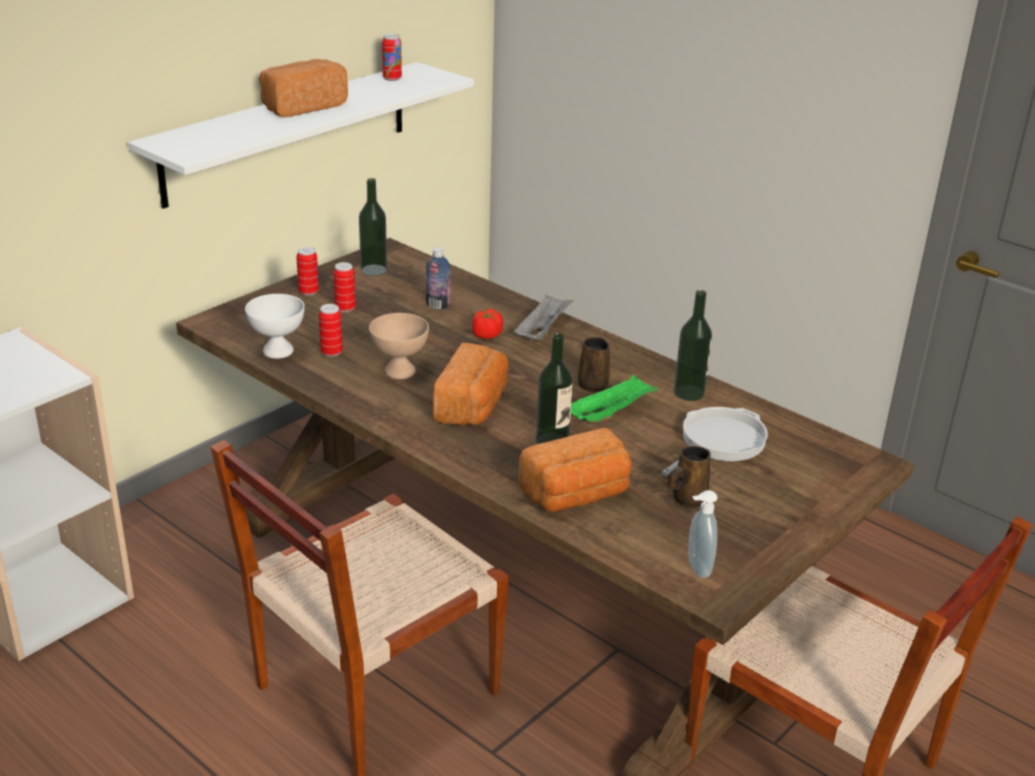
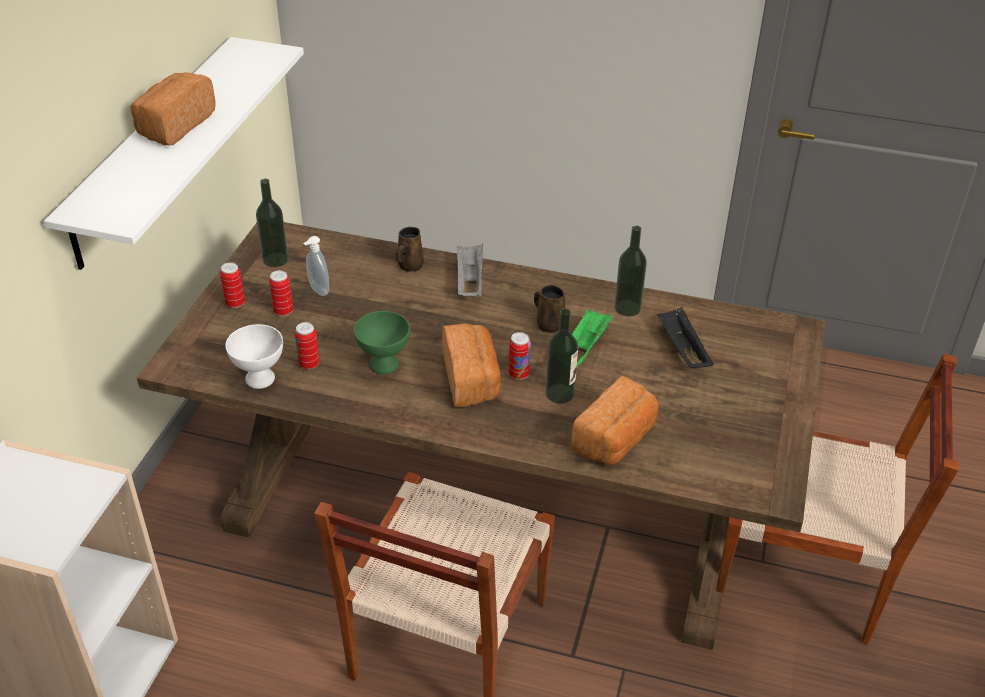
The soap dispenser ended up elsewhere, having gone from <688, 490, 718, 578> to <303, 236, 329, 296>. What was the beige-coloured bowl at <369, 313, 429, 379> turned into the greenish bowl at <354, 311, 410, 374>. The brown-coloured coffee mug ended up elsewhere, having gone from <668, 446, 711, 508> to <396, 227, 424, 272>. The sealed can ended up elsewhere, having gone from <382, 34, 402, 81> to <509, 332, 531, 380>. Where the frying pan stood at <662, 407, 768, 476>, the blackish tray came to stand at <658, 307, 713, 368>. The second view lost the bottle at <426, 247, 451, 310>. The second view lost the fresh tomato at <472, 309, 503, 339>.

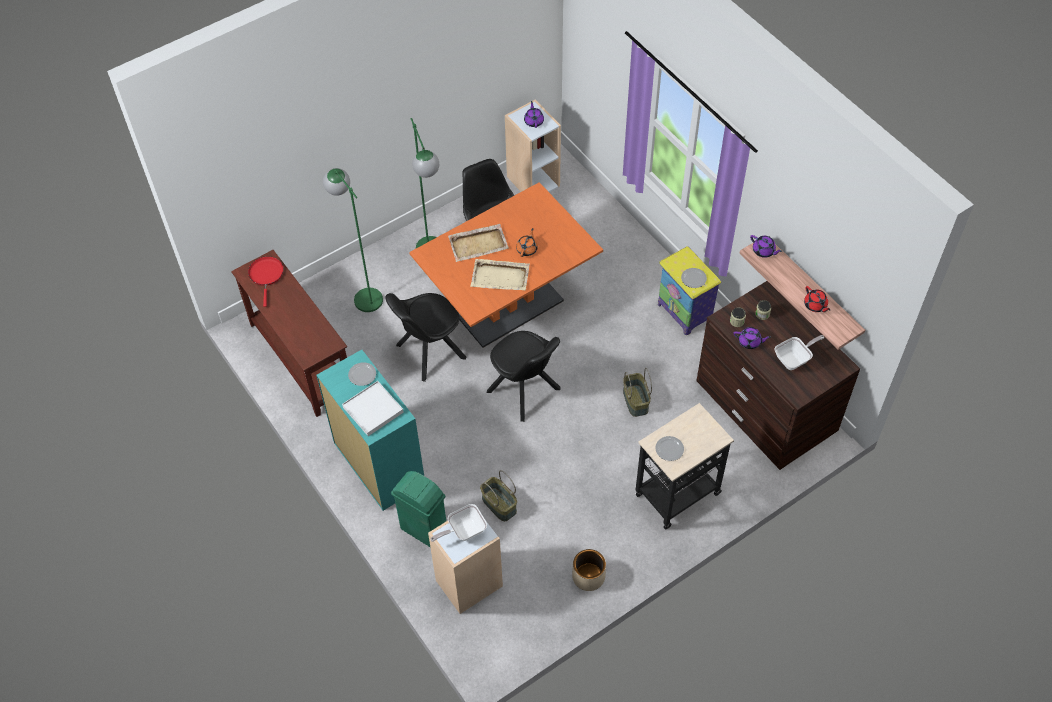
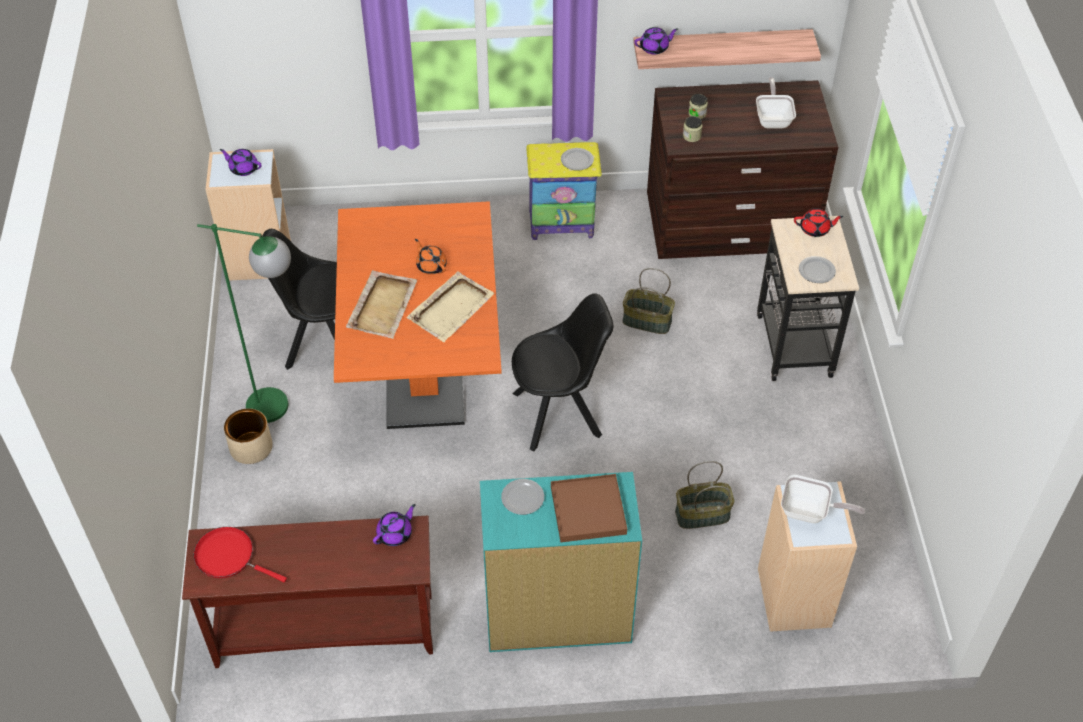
The beige-coloured flower pot ended up elsewhere, having gone from <572, 549, 606, 591> to <224, 408, 273, 464>. The purplish tea pot ended up elsewhere, having gone from <733, 327, 771, 349> to <373, 504, 416, 546>. What was the whitish tray at <342, 381, 404, 436> turned into the brown-coloured tray at <551, 474, 627, 542>. The frying pan at <430, 504, 487, 542> ended up facing another way, 75 degrees counterclockwise from before. The red-coloured tea pot ended up elsewhere, having gone from <804, 286, 830, 312> to <794, 208, 844, 237>. The second view lost the greenish standard lamp at <323, 168, 383, 312>. The second view lost the blackish chair at <385, 293, 466, 382>. The second view lost the greenish trash can at <391, 471, 446, 547>.

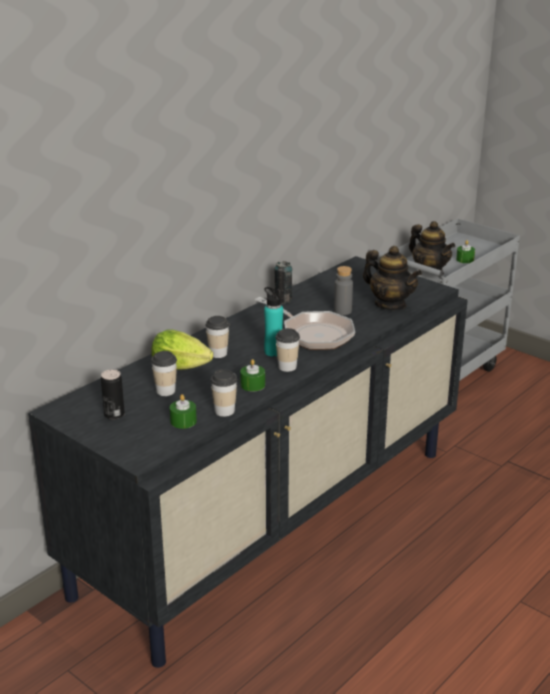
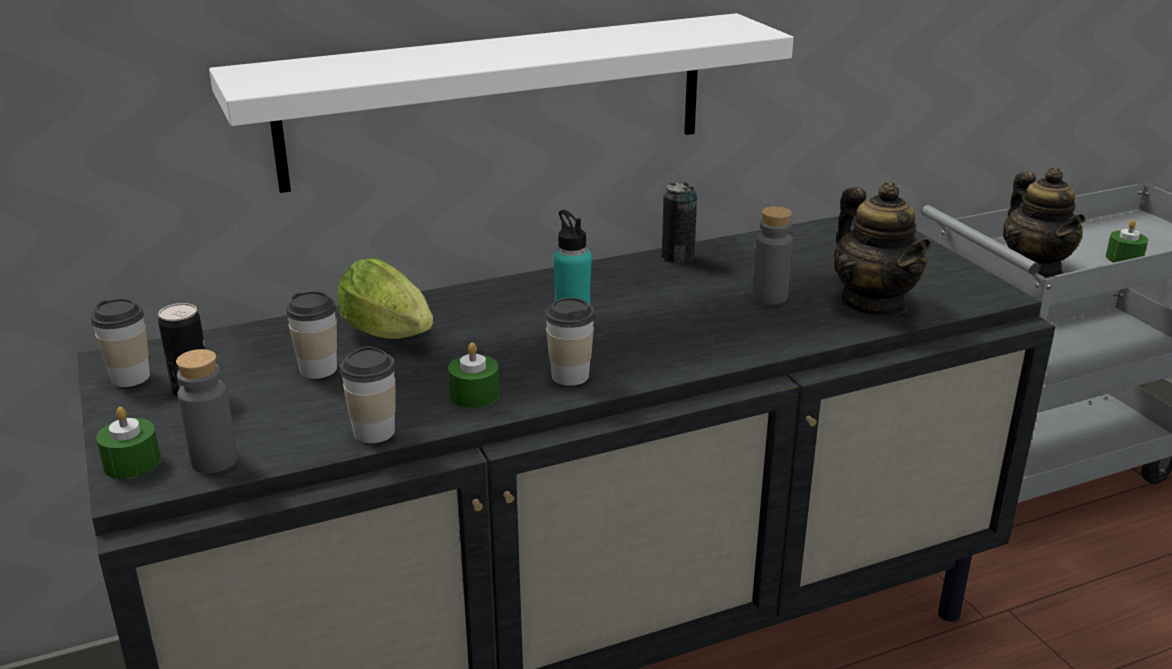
The drinking cup ended up elsewhere, having gone from <205, 316, 229, 358> to <91, 299, 150, 387>. The greenish wax candle ended up elsewhere, having gone from <170, 394, 197, 429> to <96, 407, 161, 479>. The second view gained the grey bottle at <176, 349, 238, 474>. The second view gained the whitish bracket shelf at <209, 13, 794, 193>. The second view lost the frying pan at <255, 297, 355, 350>.

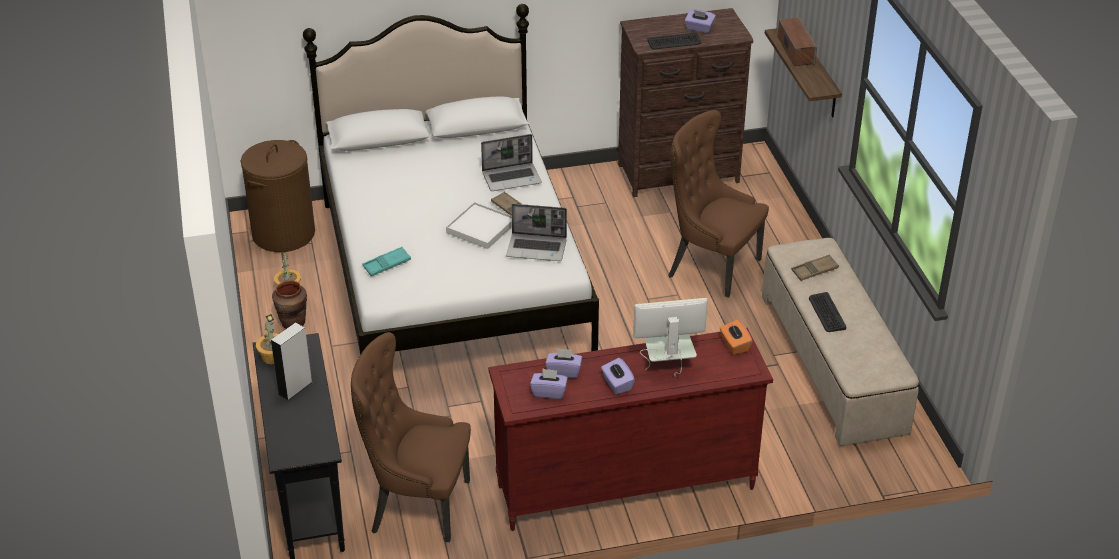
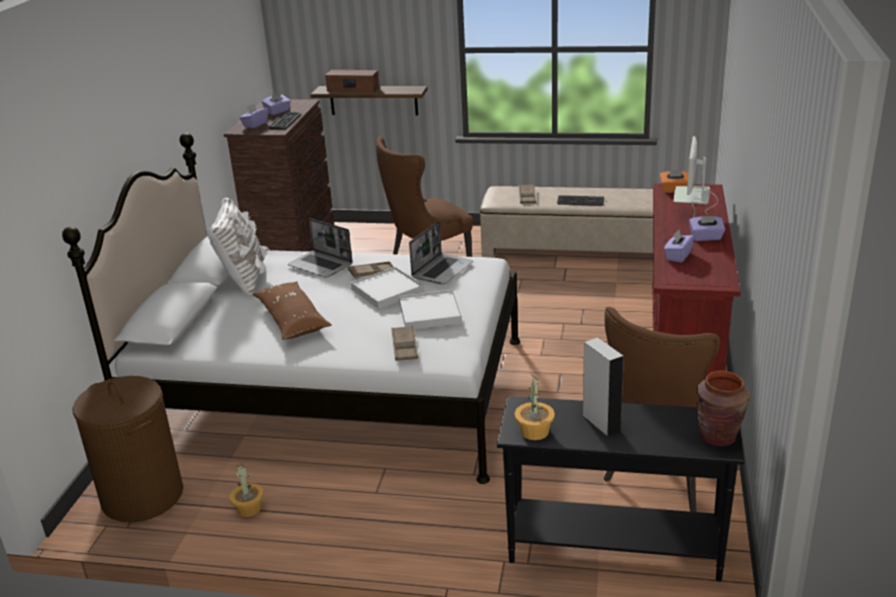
The second view gained the whitish throw pillow at <208, 198, 268, 296>. The purplish tissue holder ended up elsewhere, having gone from <530, 368, 568, 399> to <240, 103, 268, 128>. The second view gained the brown-coloured throw pillow at <253, 282, 332, 340>. The notebook computer at <481, 134, 542, 191> ended up facing another way, 120 degrees clockwise from before. What was the turquoise tray at <363, 247, 411, 276> turned into the brown-coloured tray at <391, 326, 418, 361>. The second view gained the whitish tray at <399, 290, 462, 329>. The brown-coloured decorative vase ended up elsewhere, having gone from <272, 280, 307, 329> to <697, 371, 750, 446>.

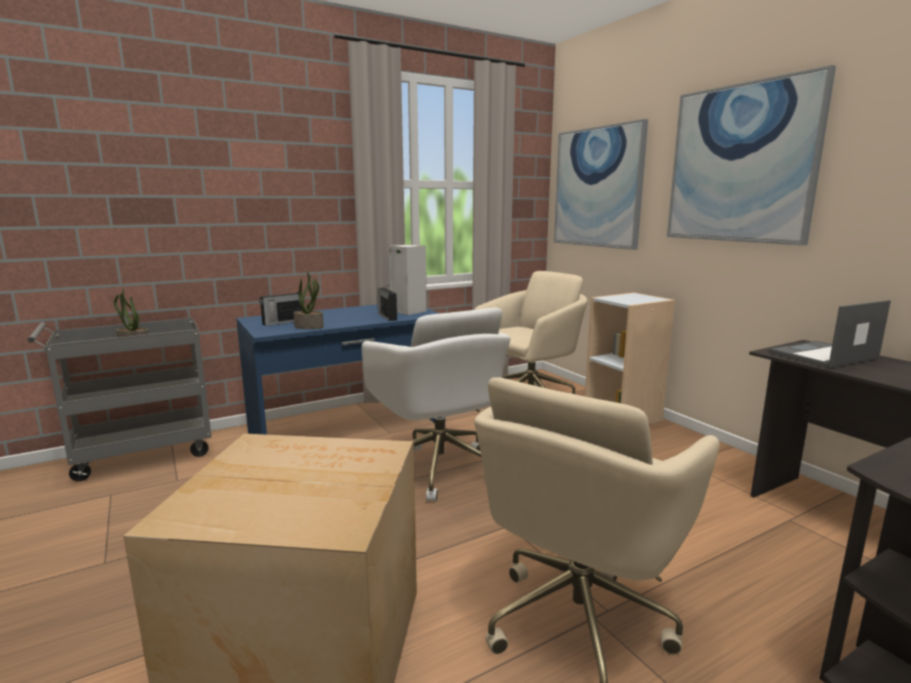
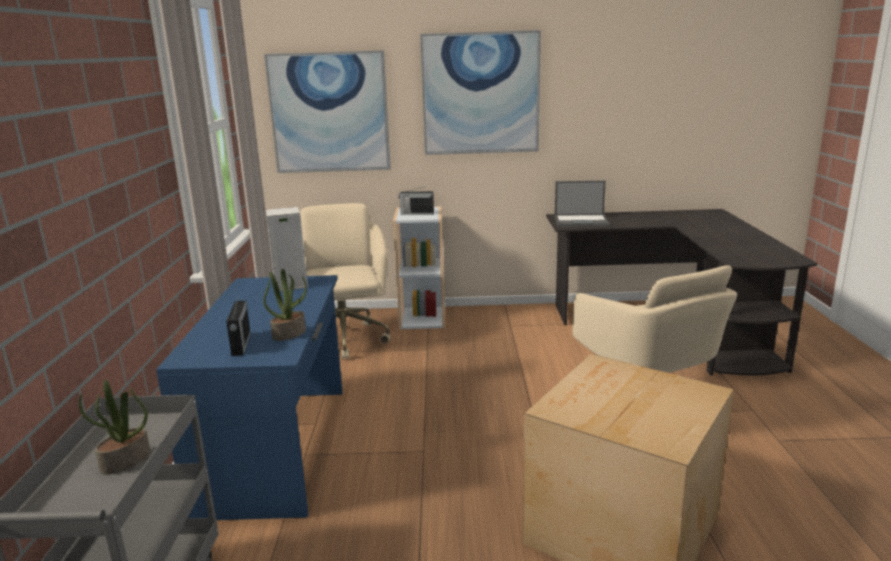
The radio set ended up elsewhere, having gone from <377, 285, 397, 321> to <399, 187, 434, 215>. The notebook computer at <768, 300, 891, 368> ended up facing another way, 90 degrees counterclockwise from before. The second view lost the whitish computer chair at <361, 308, 510, 502>.

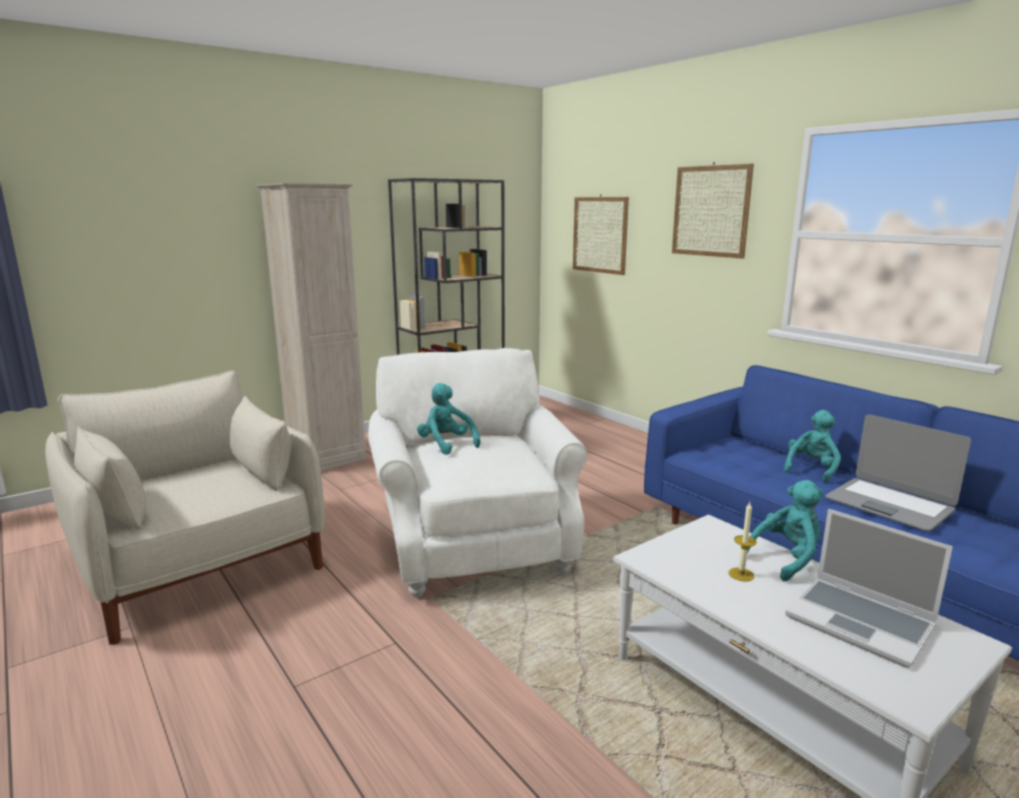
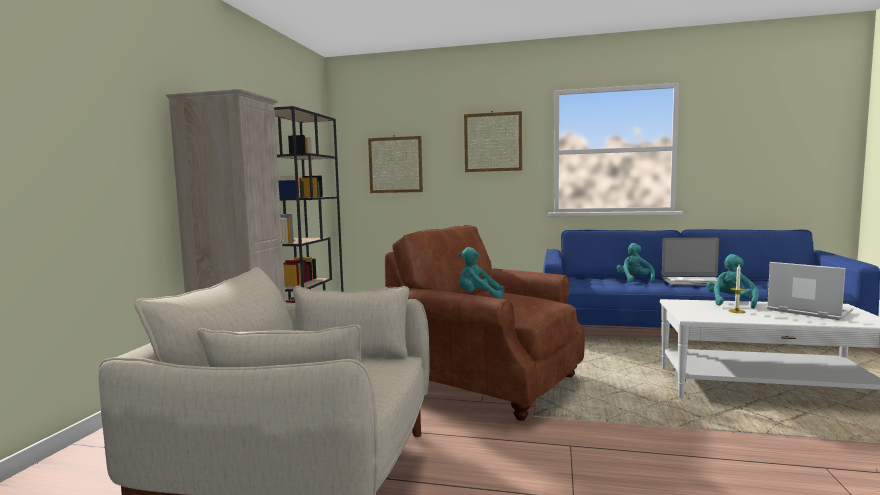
What was the whitish armchair at <368, 348, 587, 597> turned into the brown-coloured armchair at <385, 225, 585, 421>. The notebook computer at <785, 509, 953, 668> ended up facing another way, 135 degrees counterclockwise from before.

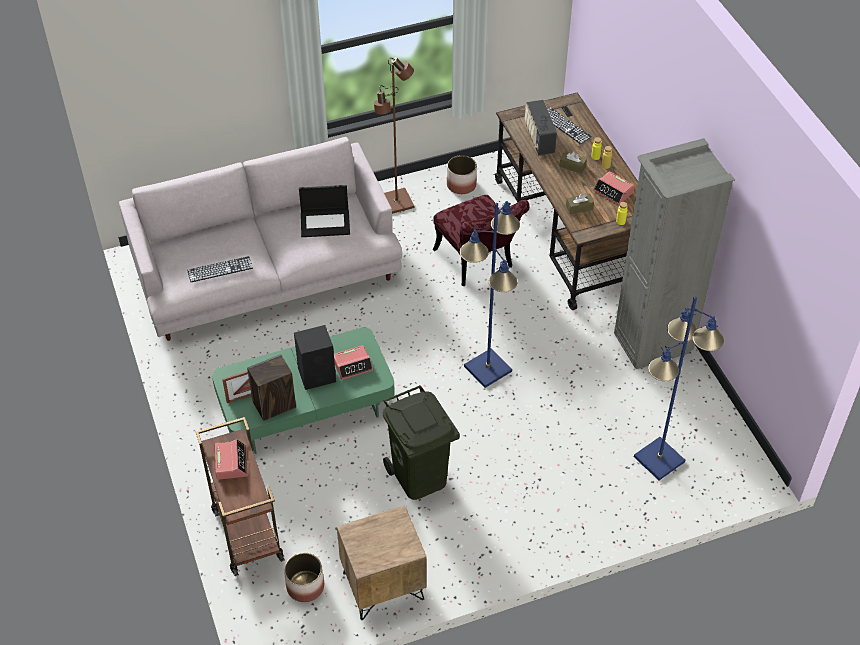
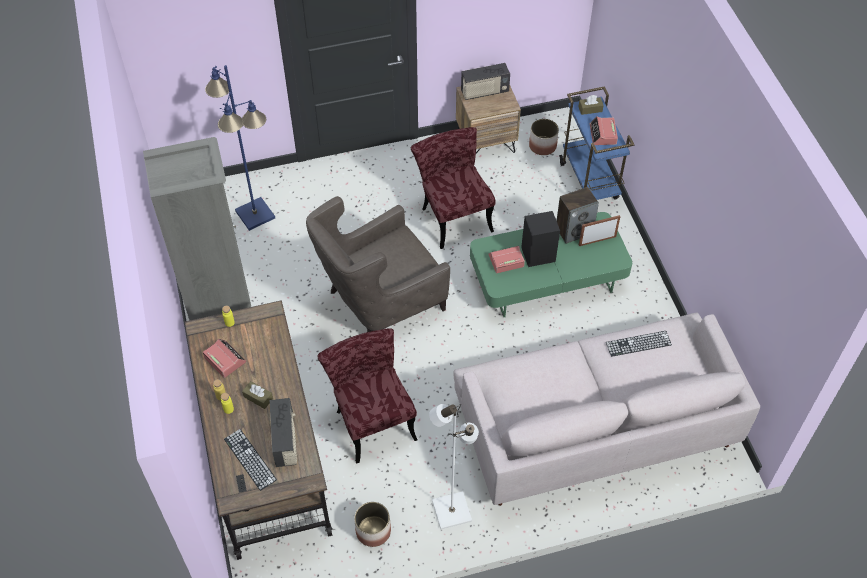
Where the blue-coloured standard lamp stood at <460, 201, 520, 388>, the grey armchair came to stand at <306, 196, 450, 332>. Where the greenish trash can stood at <383, 385, 460, 500>, the red-coloured chair came to stand at <411, 127, 496, 249>. What was the brown-coloured standard lamp at <374, 57, 414, 214> turned into the whitish standard lamp at <429, 404, 479, 529>. The second view gained the radio set at <461, 63, 510, 100>. What was the brown-coloured cart at <195, 417, 285, 576> turned into the blue-coloured cart at <559, 86, 635, 200>. The brown-coloured tissue holder ended up elsewhere, having gone from <566, 193, 594, 214> to <578, 95, 604, 115>. The second view lost the notebook computer at <299, 185, 350, 237>.

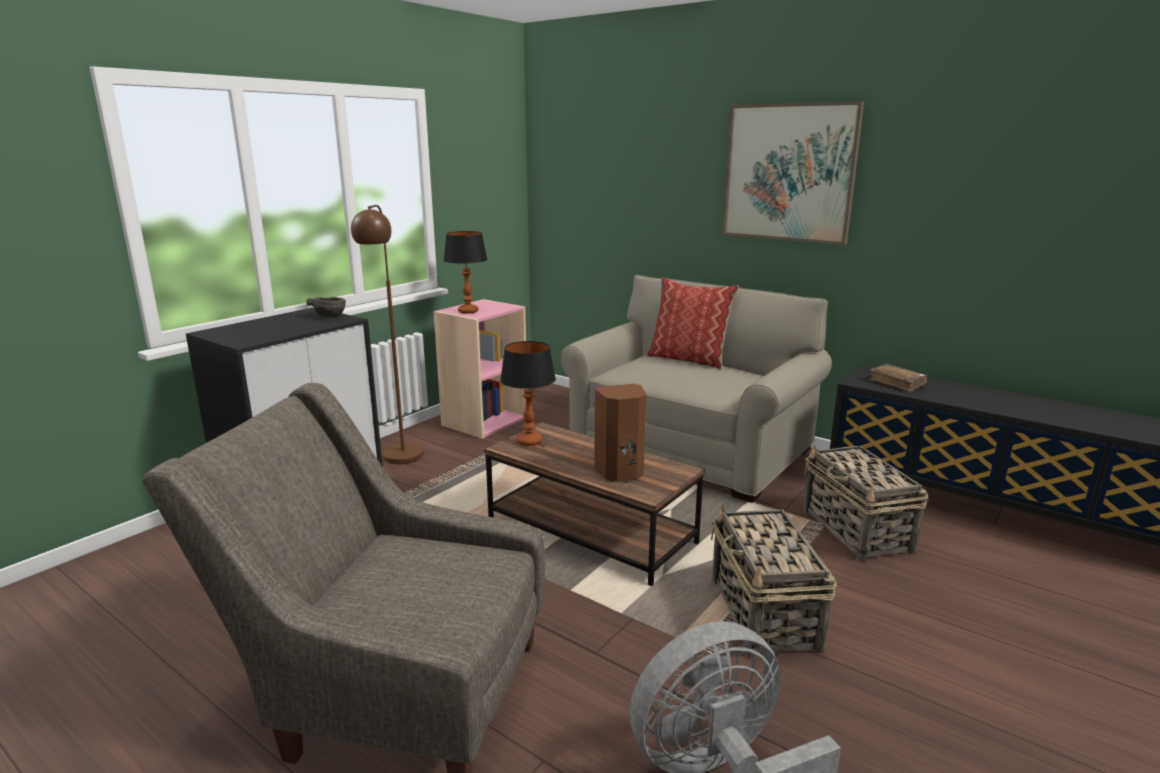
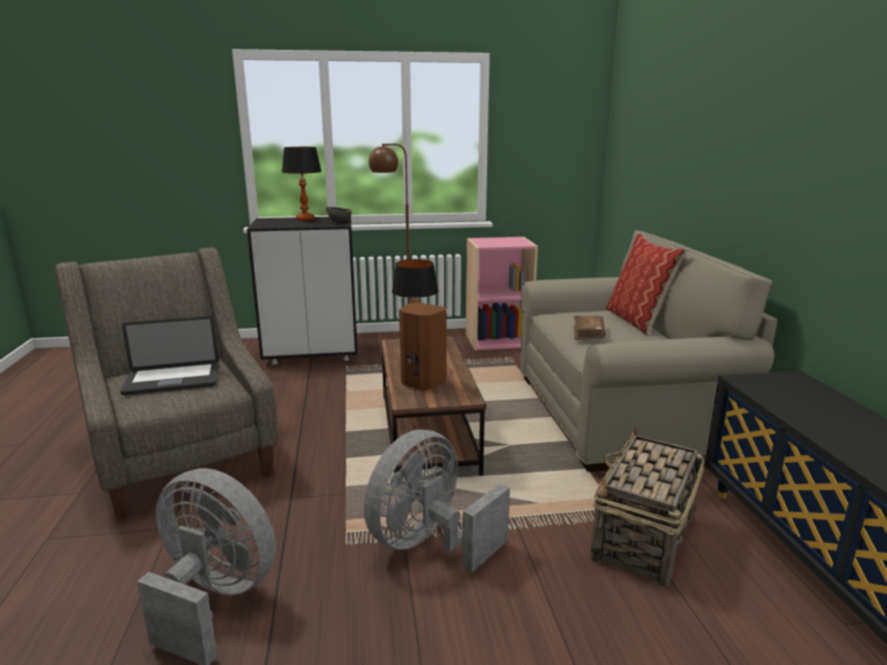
The second view gained the notebook computer at <120, 316, 219, 395>. The table lamp ended up elsewhere, having gone from <444, 231, 487, 314> to <282, 147, 322, 221>. Where the household basket stood at <711, 505, 837, 657>, the grey electric fan came to stand at <364, 429, 510, 572>. The brown-coloured volume ended up elsewhere, having gone from <869, 364, 928, 393> to <574, 316, 606, 340>. The second view lost the wall picture at <722, 101, 864, 245>.

